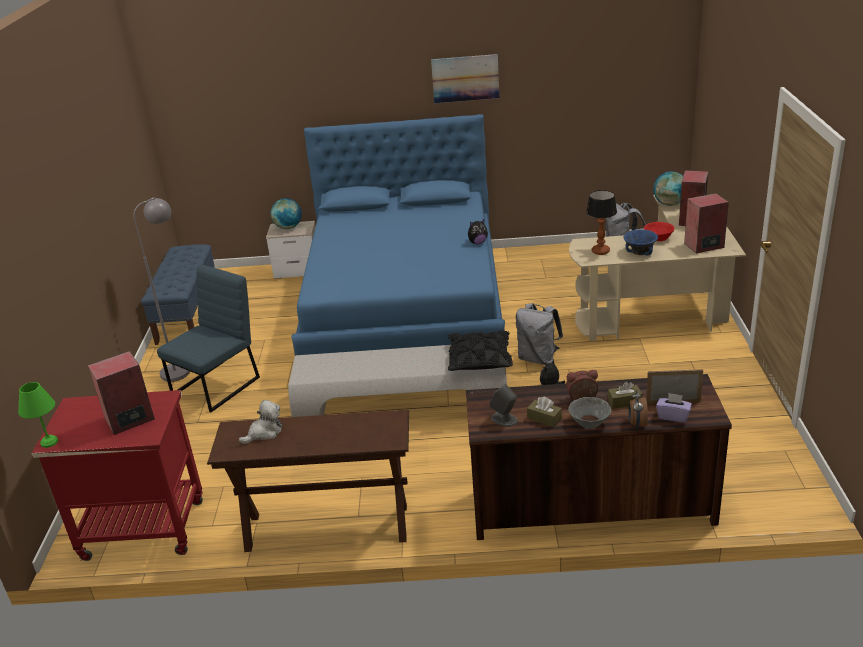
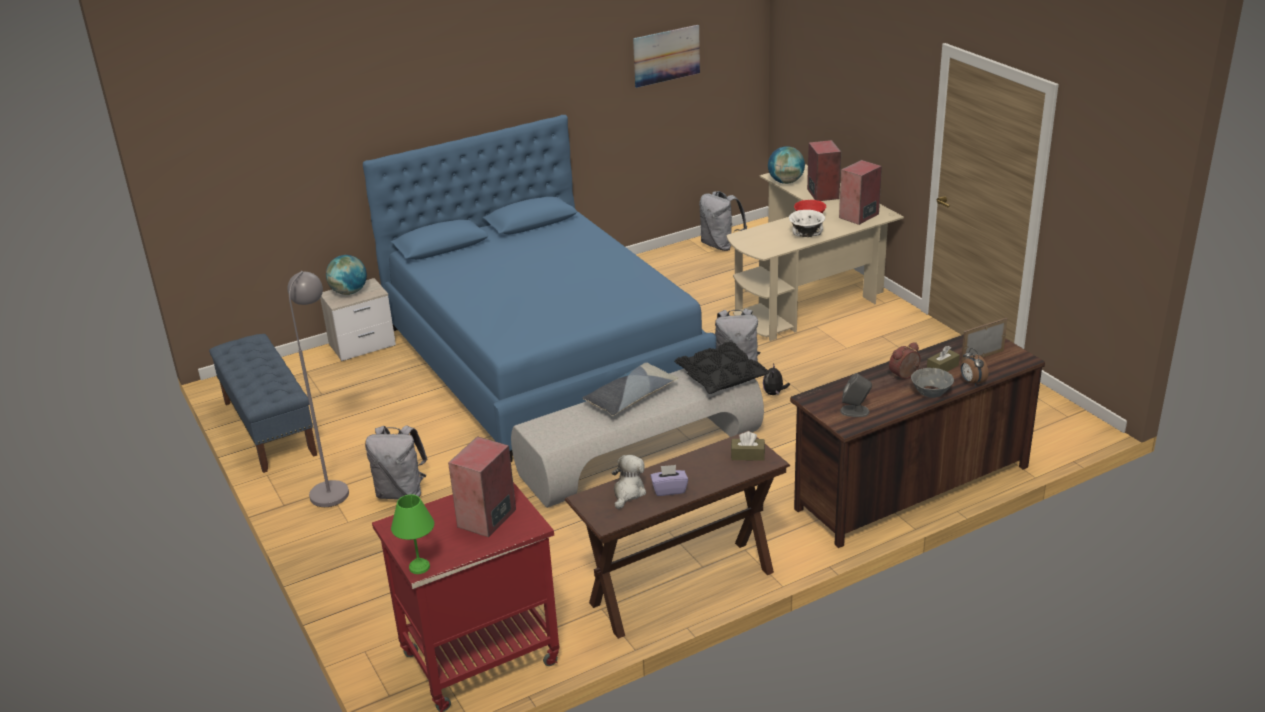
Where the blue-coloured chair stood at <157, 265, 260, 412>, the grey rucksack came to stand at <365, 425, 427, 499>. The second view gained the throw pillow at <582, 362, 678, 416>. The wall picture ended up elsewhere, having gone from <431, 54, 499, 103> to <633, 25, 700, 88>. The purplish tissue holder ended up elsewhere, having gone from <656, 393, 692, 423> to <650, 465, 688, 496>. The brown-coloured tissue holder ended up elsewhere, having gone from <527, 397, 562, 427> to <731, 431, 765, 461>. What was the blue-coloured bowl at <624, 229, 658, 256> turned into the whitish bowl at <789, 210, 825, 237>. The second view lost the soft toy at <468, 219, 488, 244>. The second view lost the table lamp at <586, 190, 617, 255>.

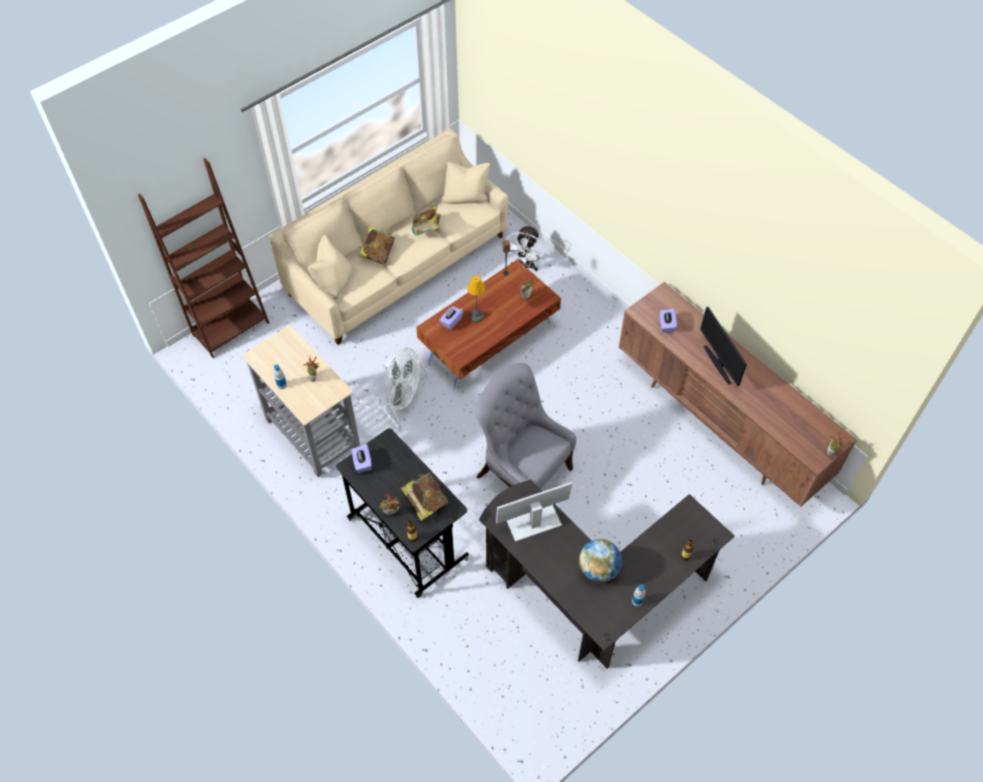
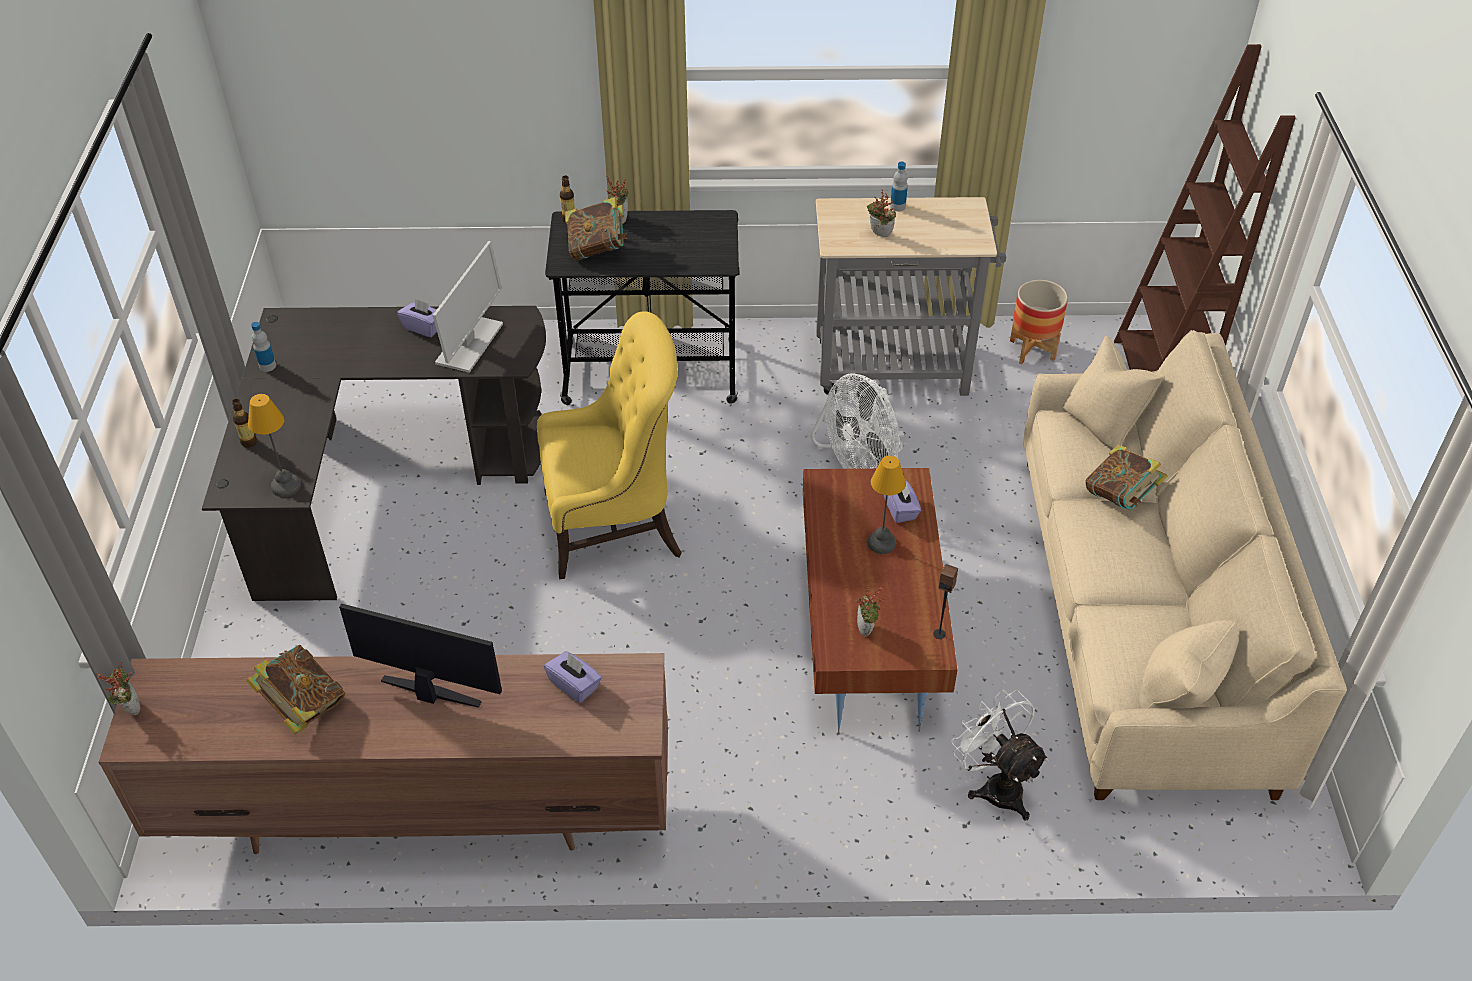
The volume ended up elsewhere, having gone from <412, 206, 441, 236> to <246, 645, 345, 735>. The second view gained the table lamp at <248, 394, 301, 497>. The purplish tissue holder ended up elsewhere, having gone from <352, 444, 372, 473> to <397, 298, 437, 337>. What was the grey chair at <476, 363, 576, 490> turned into the yellowish chair at <537, 311, 682, 579>. The second view gained the flower pot at <1010, 280, 1068, 364>. The second view lost the desk globe at <579, 539, 622, 582>.

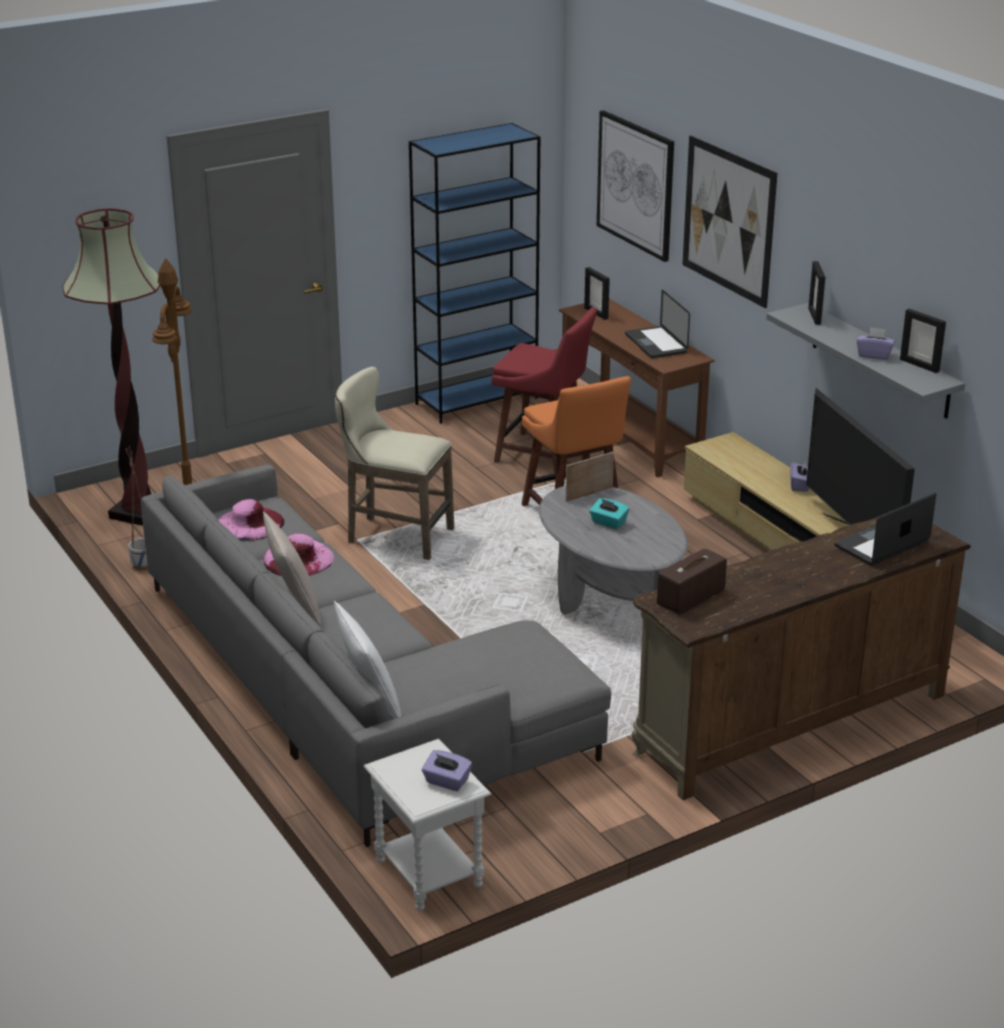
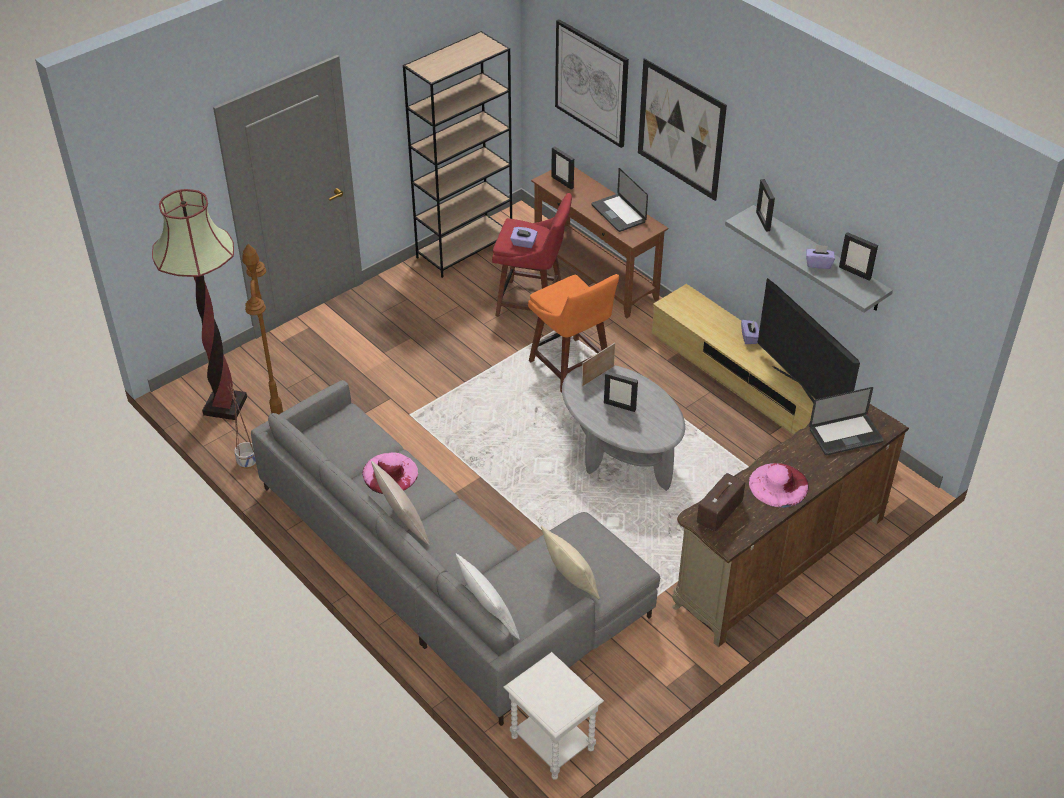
What was the blue-coloured bookcase at <409, 123, 540, 424> turned into the beige-coloured bookcase at <403, 31, 512, 278>. The purplish tissue holder ended up elsewhere, having gone from <422, 750, 472, 791> to <510, 227, 538, 248>. The second view gained the beige-coloured throw pillow at <541, 525, 600, 599>. Where the turquoise tissue holder stood at <589, 498, 629, 529>, the standing frame came to stand at <604, 371, 638, 412>. The pink-coloured clothing hat ended up elsewhere, having gone from <218, 499, 284, 541> to <749, 463, 809, 508>. The notebook computer at <834, 493, 936, 566> ended up facing another way, 150 degrees counterclockwise from before. The second view lost the beige-coloured stool seat at <335, 367, 454, 560>.

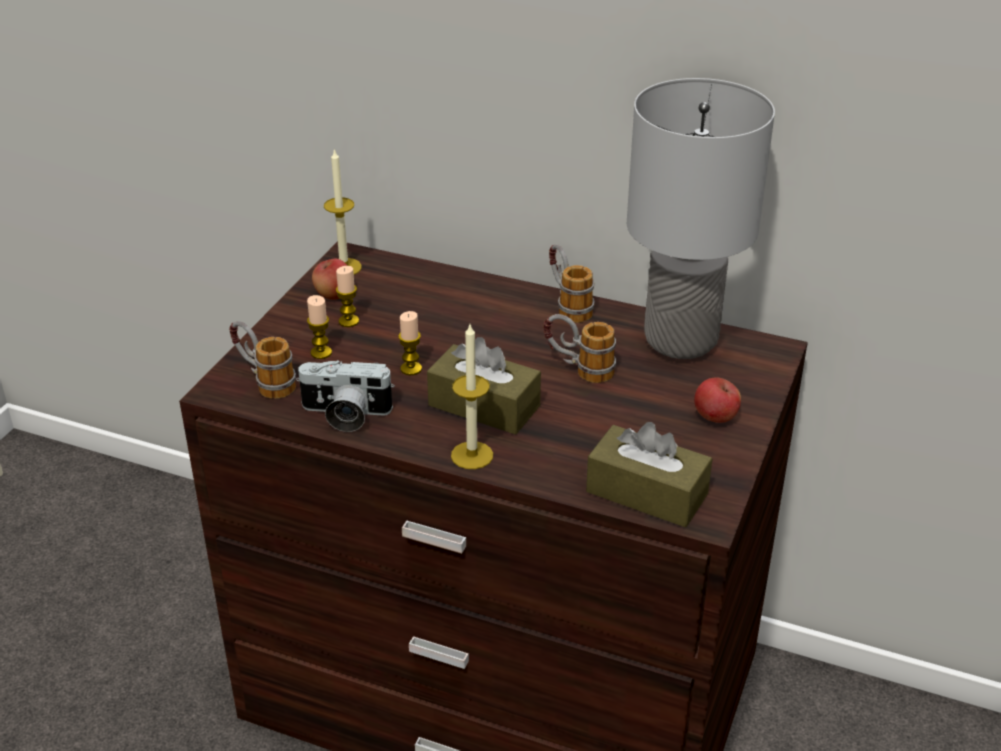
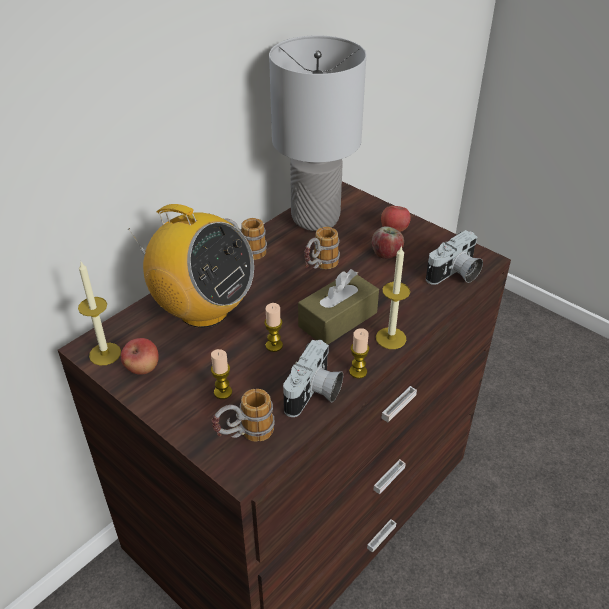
The second view gained the radio set at <129, 204, 254, 328>. The wax candle ended up elsewhere, having gone from <335, 266, 359, 327> to <349, 328, 369, 379>. The second view gained the whole apple at <372, 226, 404, 259>. Where the brown-coloured tissue holder stood at <586, 422, 712, 527>, the still camera came to stand at <426, 230, 483, 285>.

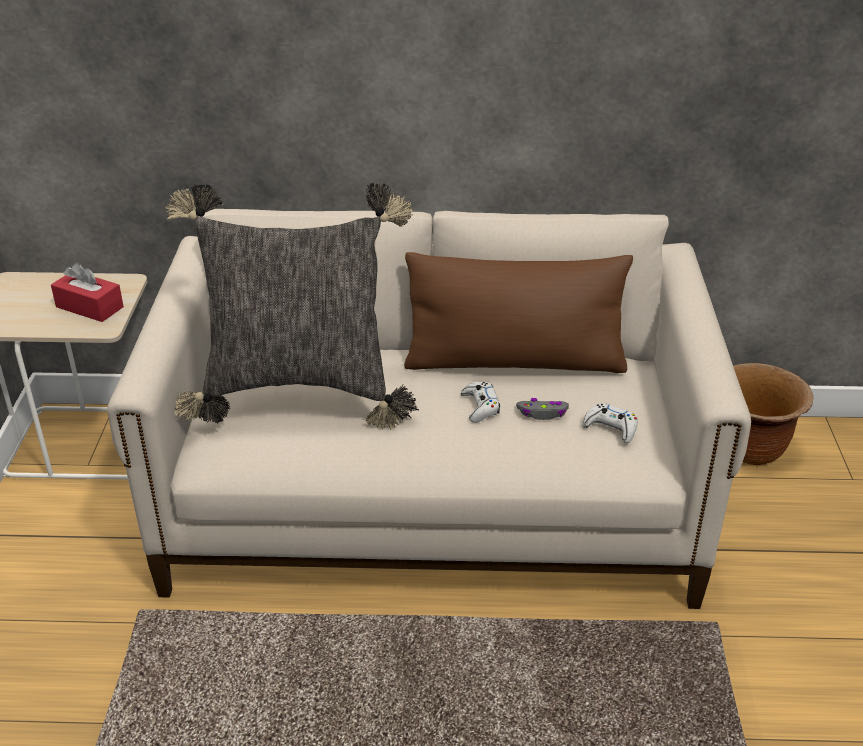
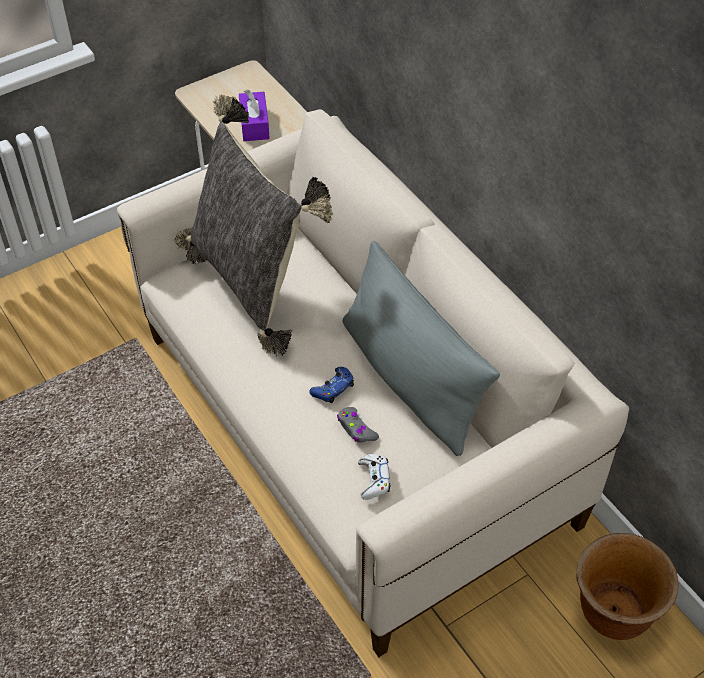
What was the red-coloured tissue holder at <51, 263, 124, 322> turned into the purplish tissue holder at <239, 90, 270, 141>. What was the whitish game controller at <461, 382, 500, 423> turned into the blue-coloured game controller at <309, 367, 354, 403>. What was the brown-coloured throw pillow at <404, 252, 633, 373> turned into the grey throw pillow at <342, 241, 500, 456>.

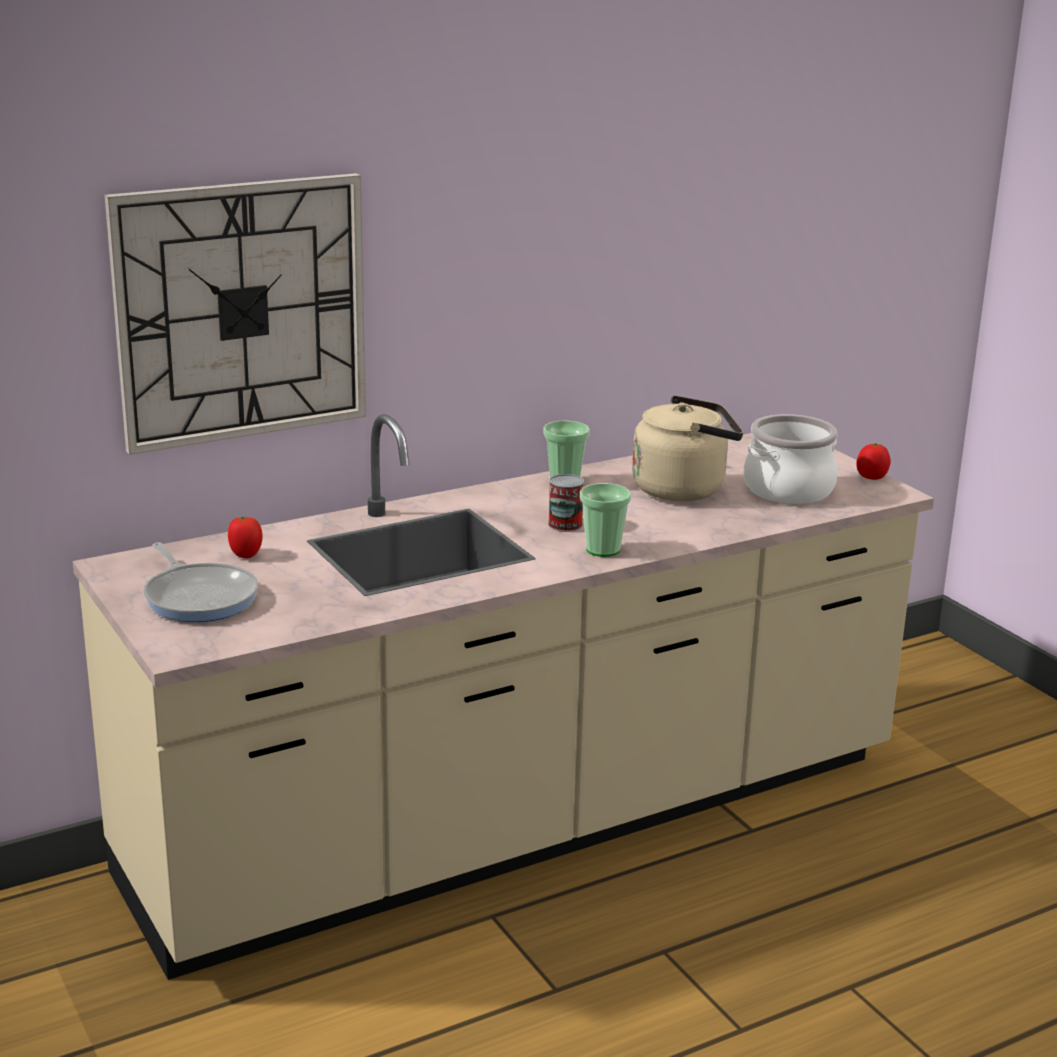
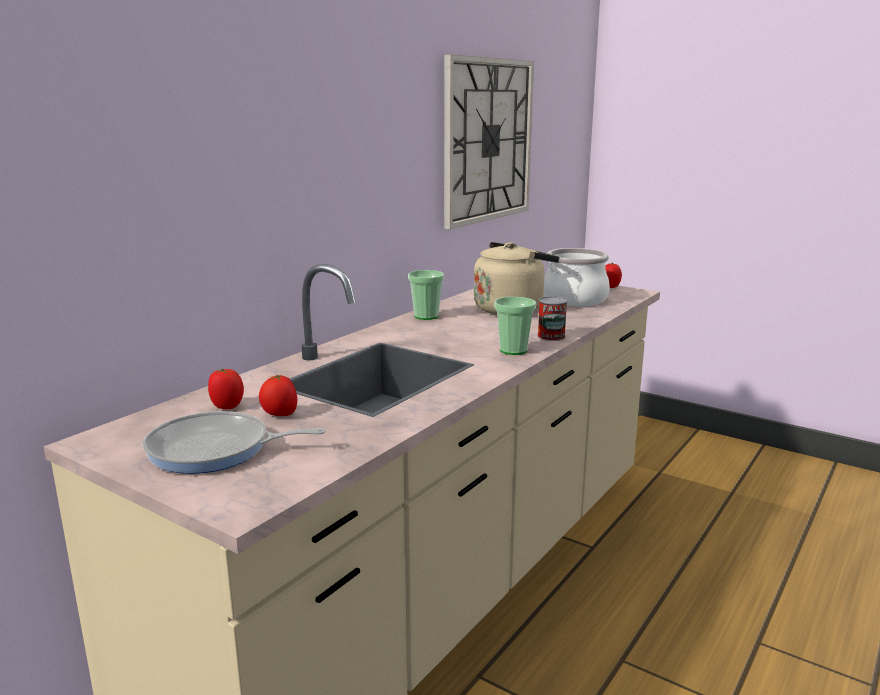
The frying pan at <143, 542, 258, 622> ended up facing another way, 150 degrees clockwise from before. The second view gained the fresh tomato at <259, 375, 297, 416>. The wall clock ended up elsewhere, having gone from <104, 173, 366, 455> to <444, 54, 534, 229>. The sealed can ended up elsewhere, having gone from <548, 474, 584, 532> to <538, 296, 567, 341>.

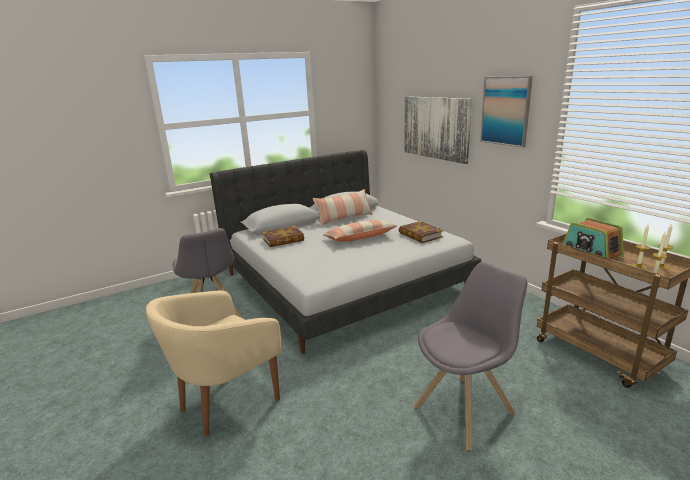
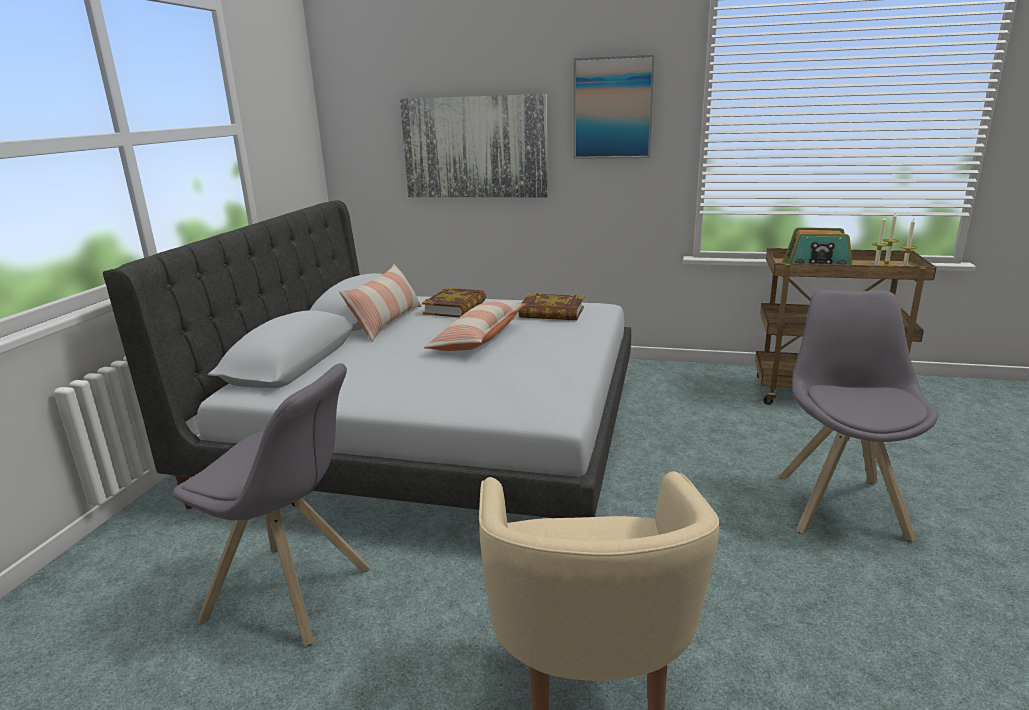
The volume ended up elsewhere, having gone from <262, 226, 304, 247> to <422, 288, 486, 317>.

